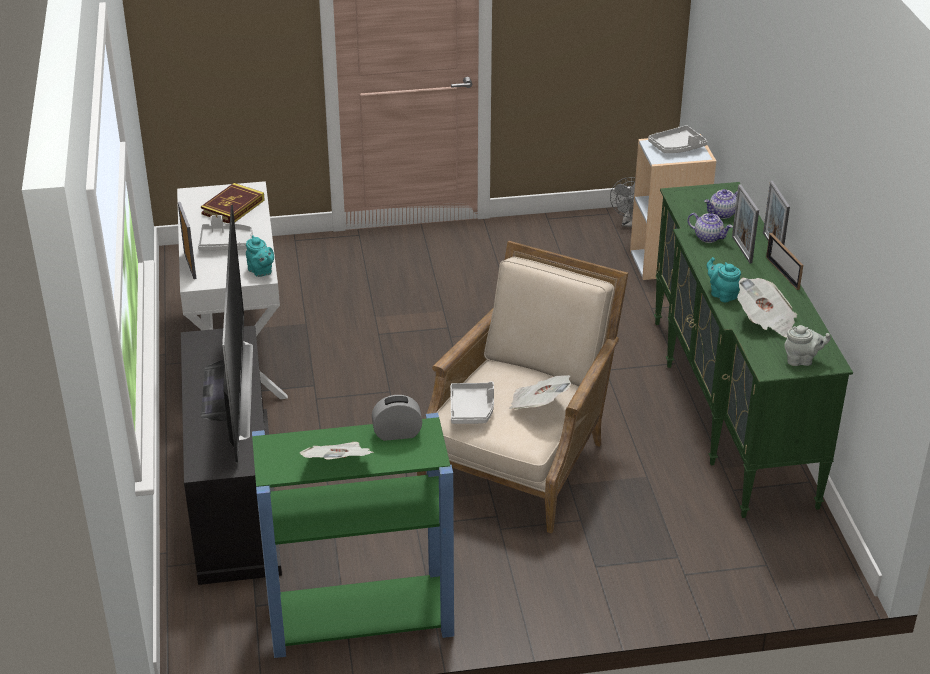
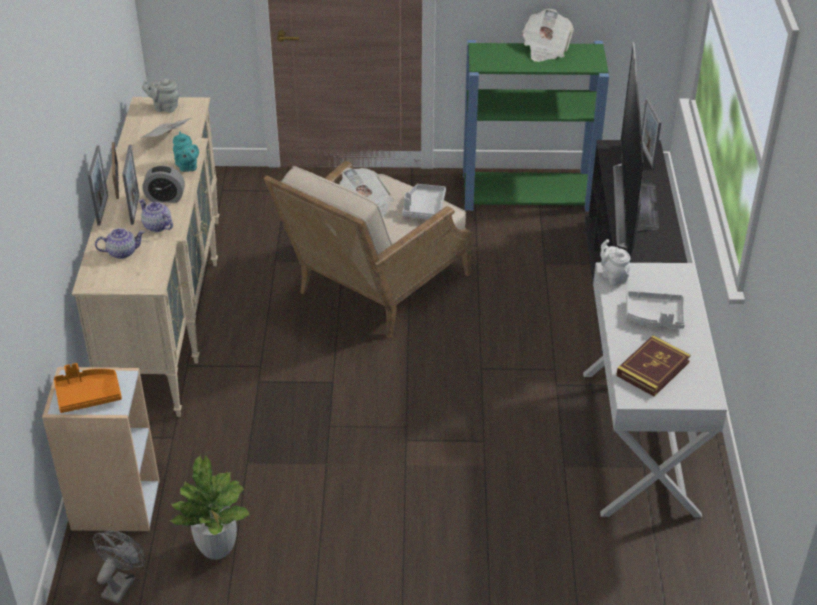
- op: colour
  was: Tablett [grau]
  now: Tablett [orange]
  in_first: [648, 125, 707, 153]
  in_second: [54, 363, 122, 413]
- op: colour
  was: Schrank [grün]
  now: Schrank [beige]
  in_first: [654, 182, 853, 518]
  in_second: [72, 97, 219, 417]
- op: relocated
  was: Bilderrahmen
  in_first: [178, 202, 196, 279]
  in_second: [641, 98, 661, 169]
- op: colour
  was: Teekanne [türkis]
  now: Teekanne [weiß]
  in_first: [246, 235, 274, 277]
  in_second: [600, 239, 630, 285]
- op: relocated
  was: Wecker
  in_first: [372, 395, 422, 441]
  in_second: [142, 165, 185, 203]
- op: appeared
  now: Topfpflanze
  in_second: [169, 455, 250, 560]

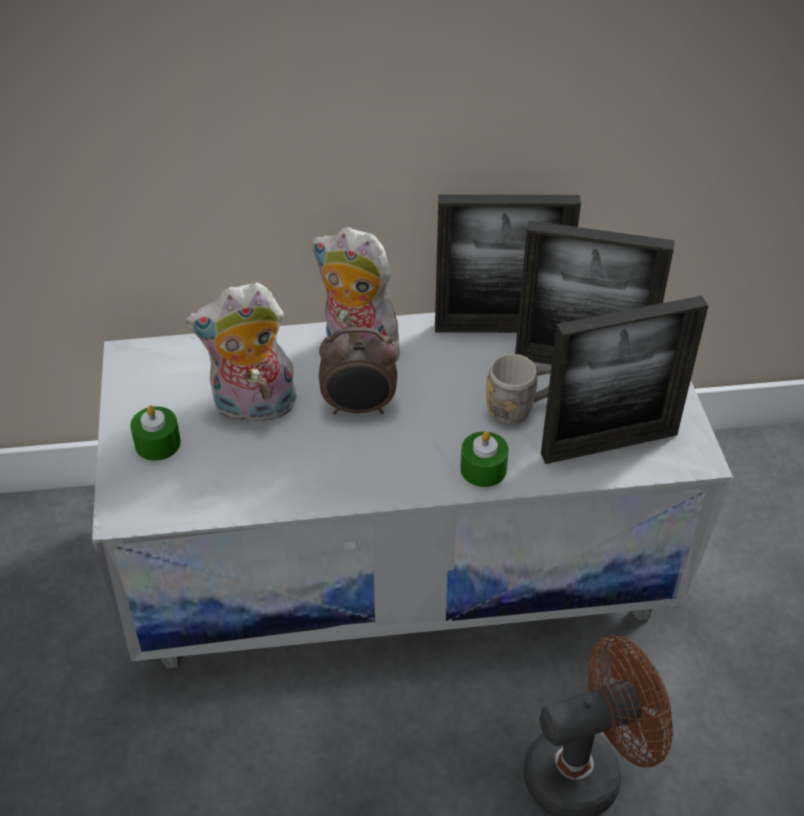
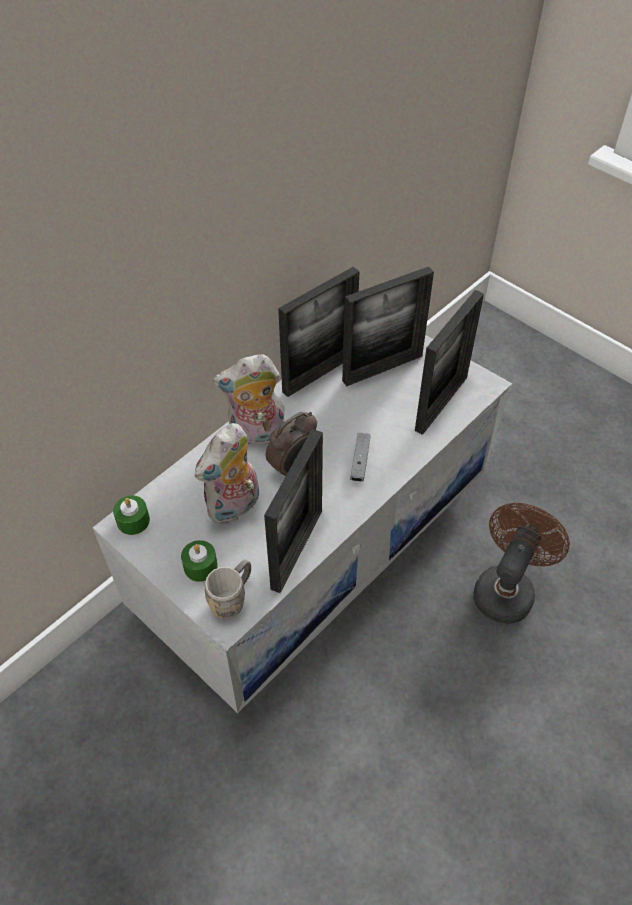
- op: relocated
  was: Henkelbecher [grau]
  in_first: [486, 354, 552, 425]
  in_second: [205, 559, 251, 619]
- op: relocated
  was: Kerze [grün]
  in_first: [460, 431, 509, 487]
  in_second: [113, 495, 150, 535]
- op: appeared
  now: Bilderrahmen
  in_second: [264, 429, 323, 593]
- op: appeared
  now: Gamepad [grau]
  in_second: [350, 433, 371, 482]

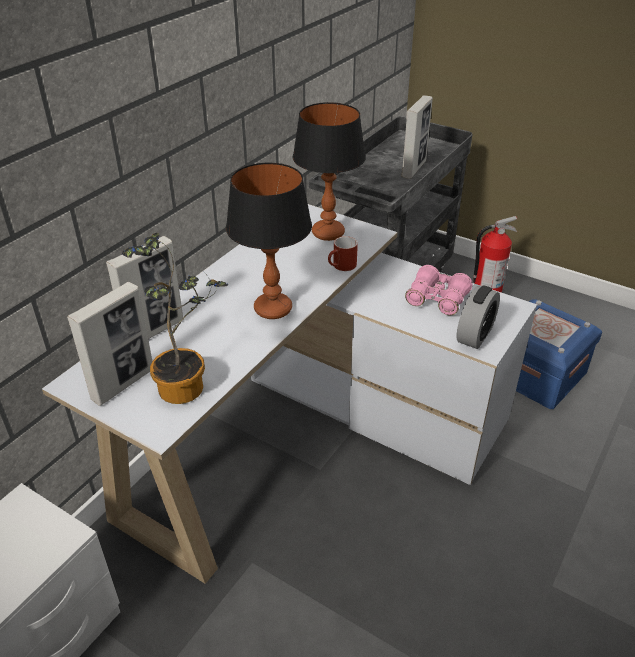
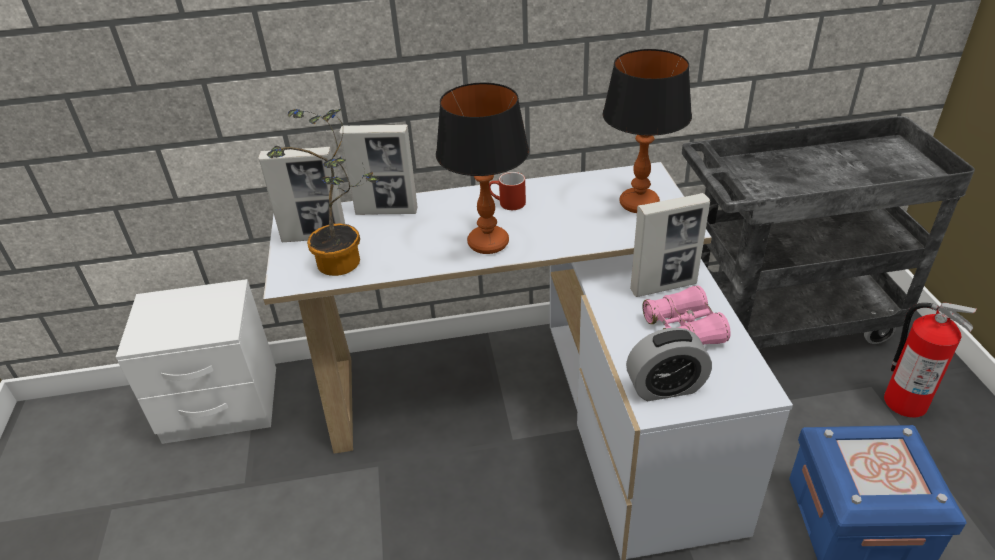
- op: relocated
  was: Bilderrahmen
  in_first: [401, 95, 433, 179]
  in_second: [630, 193, 710, 297]
- op: relocated
  was: Henkelbecher [rot]
  in_first: [328, 236, 358, 271]
  in_second: [489, 172, 526, 210]

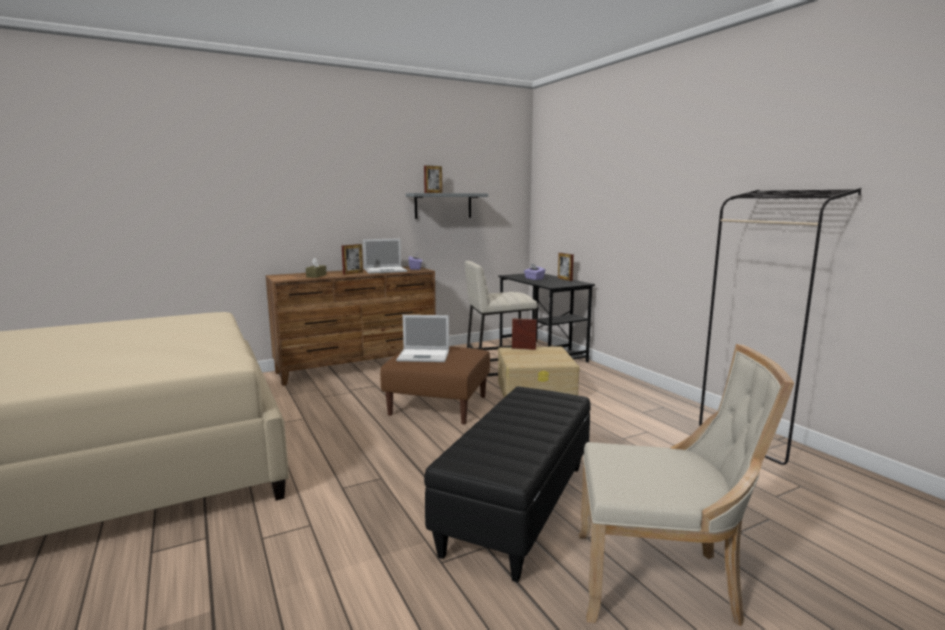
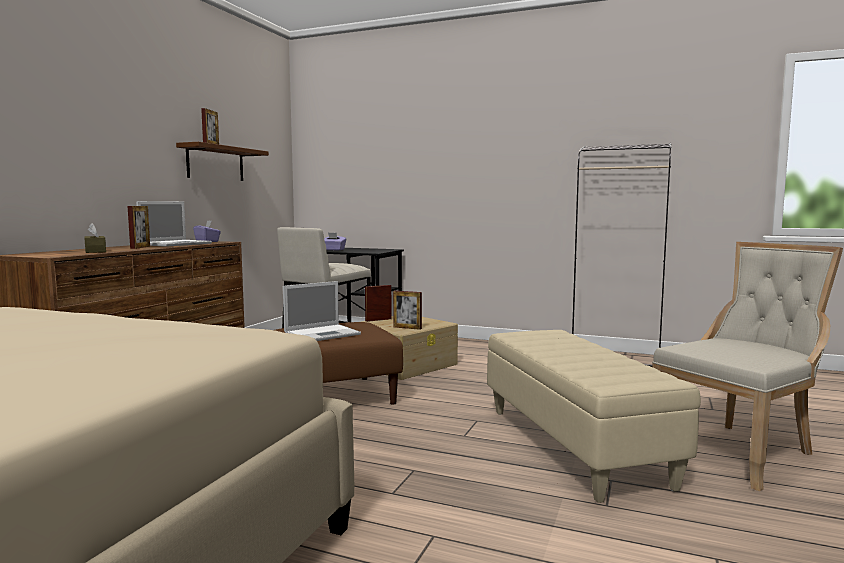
- op: colour
  was: Wandregal [grau]
  now: Wandregal [braun]
  in_first: [406, 193, 488, 219]
  in_second: [176, 142, 269, 181]
- op: relocated
  was: Bilderrahmen
  in_first: [558, 253, 574, 281]
  in_second: [393, 291, 422, 330]
- op: colour
  was: Polsterhocker [schwarz]
  now: Polsterhocker [beige]
  in_first: [424, 387, 591, 582]
  in_second: [487, 330, 701, 503]

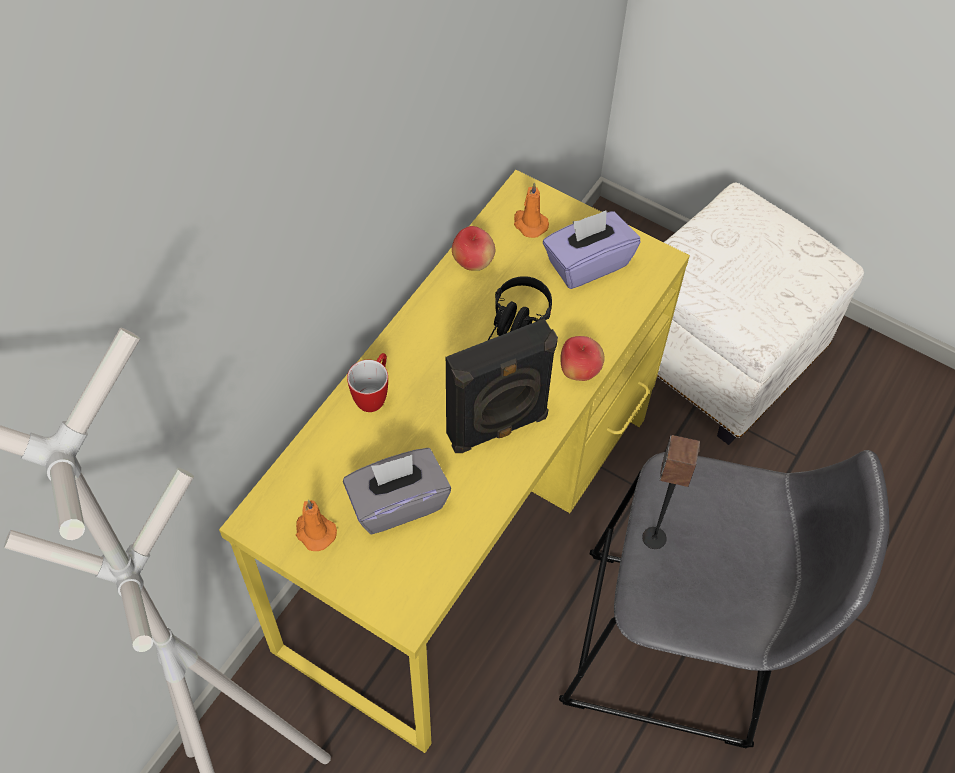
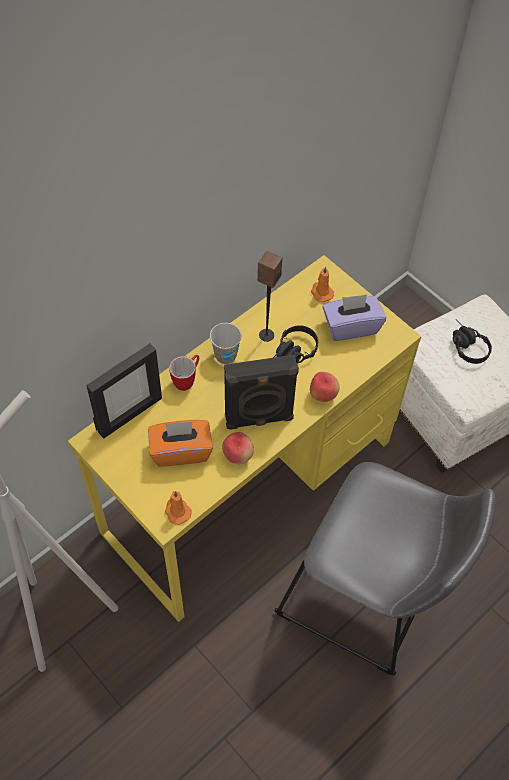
- op: relocated
  was: Apfel
  in_first: [452, 226, 495, 271]
  in_second: [222, 432, 254, 464]
- op: relocated
  was: Lautsprecher
  in_first: [642, 435, 700, 549]
  in_second: [257, 251, 282, 342]
- op: colour
  was: Taschentuchbox [grau]
  now: Taschentuchbox [orange]
  in_first: [343, 448, 451, 534]
  in_second: [148, 420, 213, 466]
- op: relocated
  was: Kerze [orange]
  in_first: [296, 500, 337, 551]
  in_second: [165, 491, 192, 525]
- op: appeared
  now: Kopfhörer [schwarz]
  in_second: [453, 319, 492, 364]
- op: appeared
  now: Tasse
  in_second: [210, 323, 242, 364]
- op: appeared
  now: Bilderrahmen
  in_second: [86, 343, 162, 439]

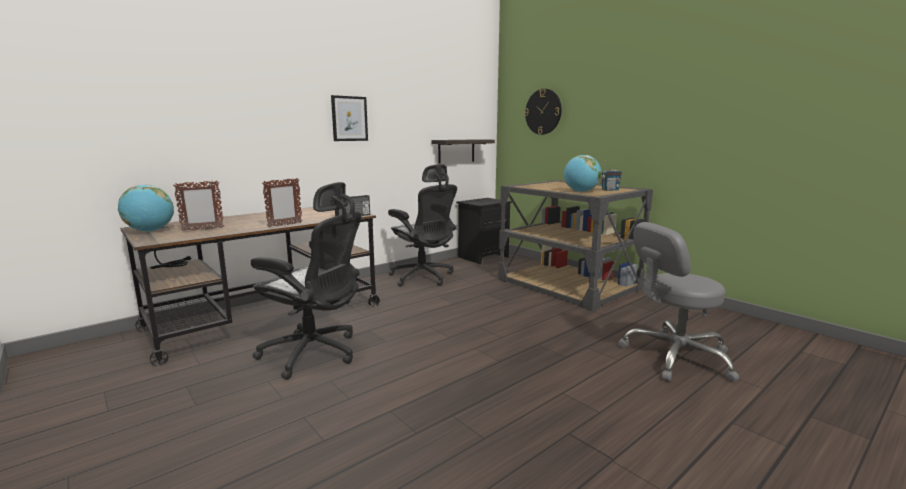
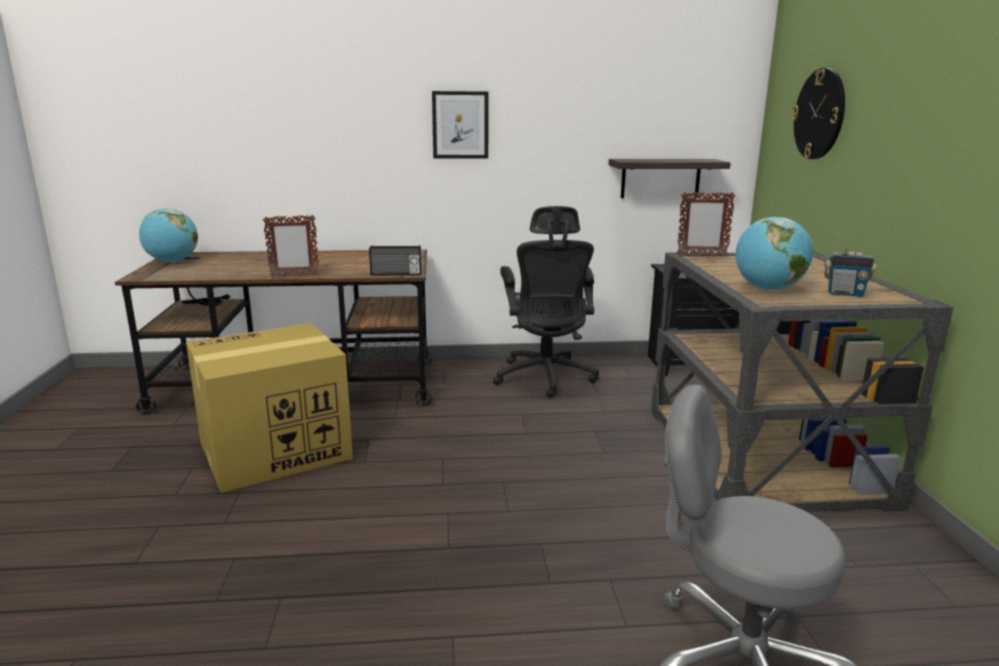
- op: relocated
  was: Bilderrahmen
  in_first: [173, 181, 224, 232]
  in_second: [677, 192, 736, 256]
- op: exchanged
  was: Bürostuhl
  now: Karton
  in_first: [251, 182, 362, 380]
  in_second: [186, 323, 353, 493]

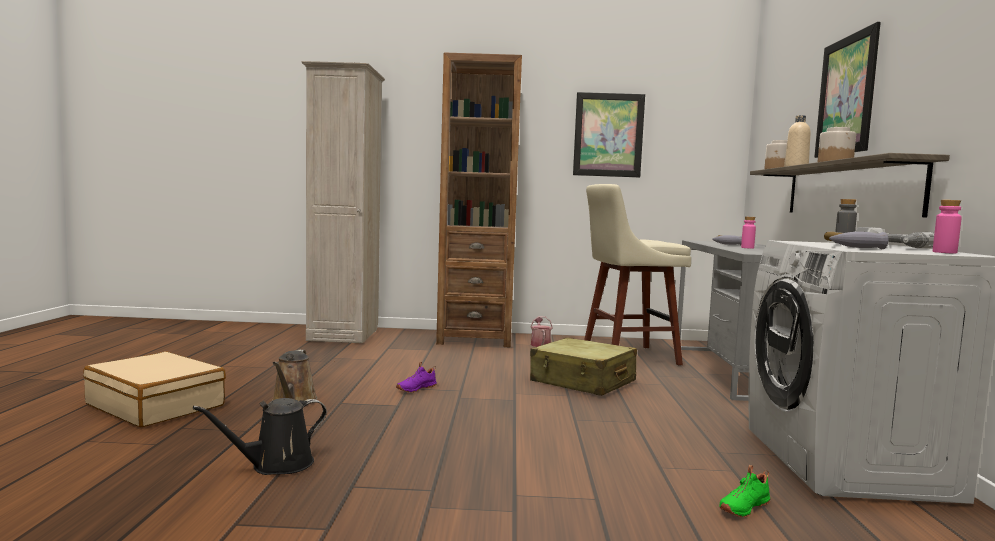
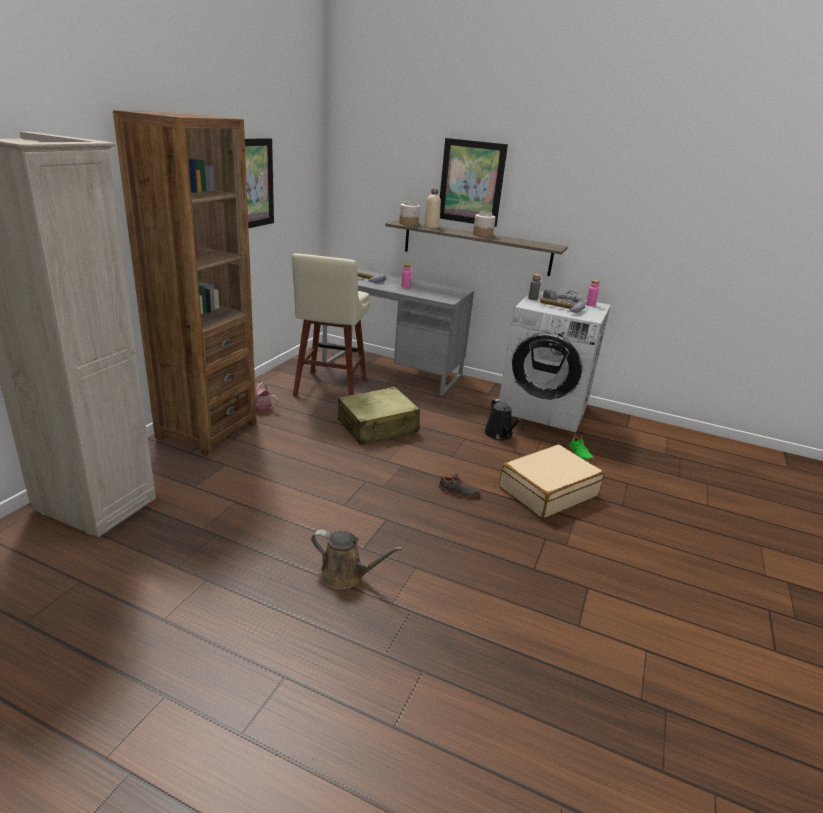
- op: relocated
  was: Koffer [beige]
  in_first: [83, 351, 226, 427]
  in_second: [499, 444, 604, 519]
- op: missing
  was: Schuh [lila]
  in_first: [396, 362, 437, 393]
- op: relocated
  was: Gießkanne [schwarz]
  in_first: [193, 398, 327, 475]
  in_second: [484, 399, 521, 440]
- op: appeared
  now: Schuh [schwarz]
  in_second: [438, 472, 480, 498]

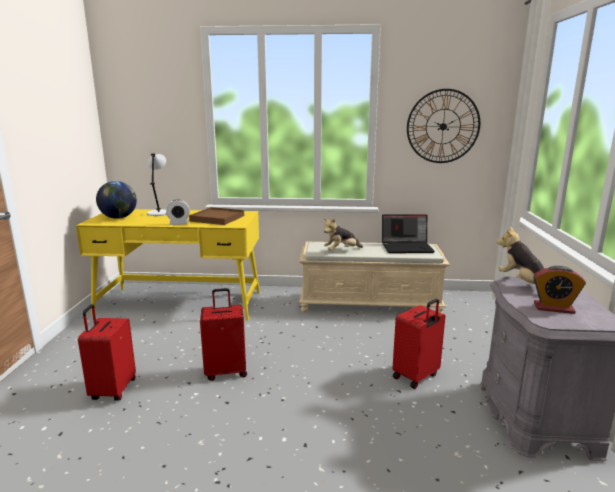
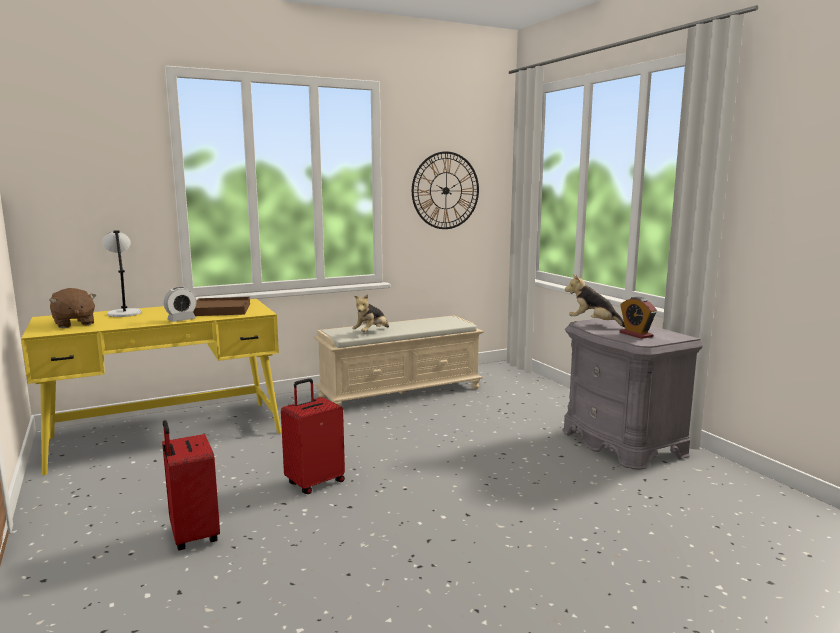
- op: exchanged
  was: Globus
  now: Plüschtier [braun]
  in_first: [96, 181, 137, 219]
  in_second: [50, 288, 96, 328]
- op: missing
  was: Laptop
  in_first: [382, 214, 435, 253]
- op: spun
  was: Wecker
  in_first: [533, 266, 586, 314]
  in_second: [619, 297, 657, 339]
  clockwise: 75
- op: missing
  was: Koffer [rot]
  in_first: [392, 299, 445, 389]

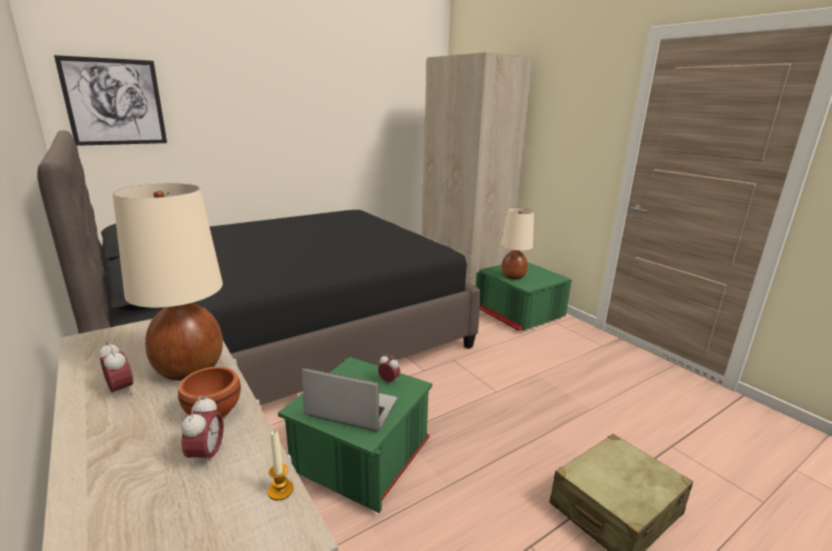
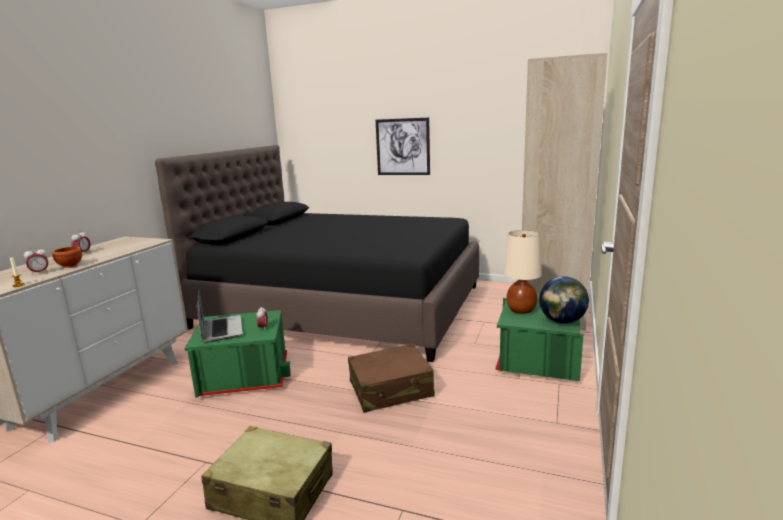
- op: relocated
  was: Bild
  in_first: [54, 55, 167, 146]
  in_second: [376, 118, 430, 175]
- op: missing
  was: Tischlampe [beige]
  in_first: [113, 183, 223, 381]
- op: appeared
  now: Globus
  in_second: [539, 276, 589, 324]
- op: appeared
  now: Koffer [braun]
  in_second: [348, 344, 435, 413]

